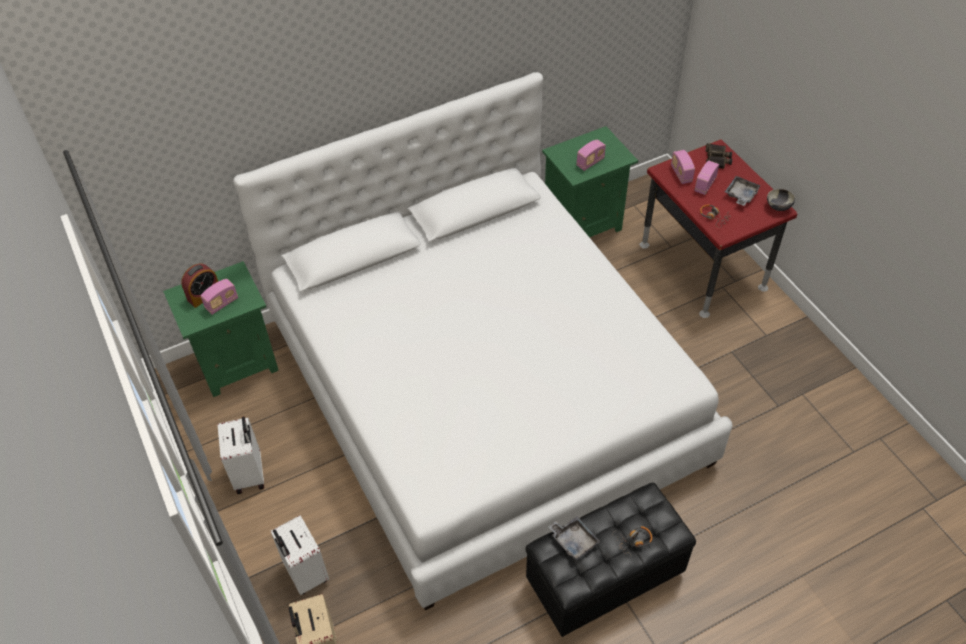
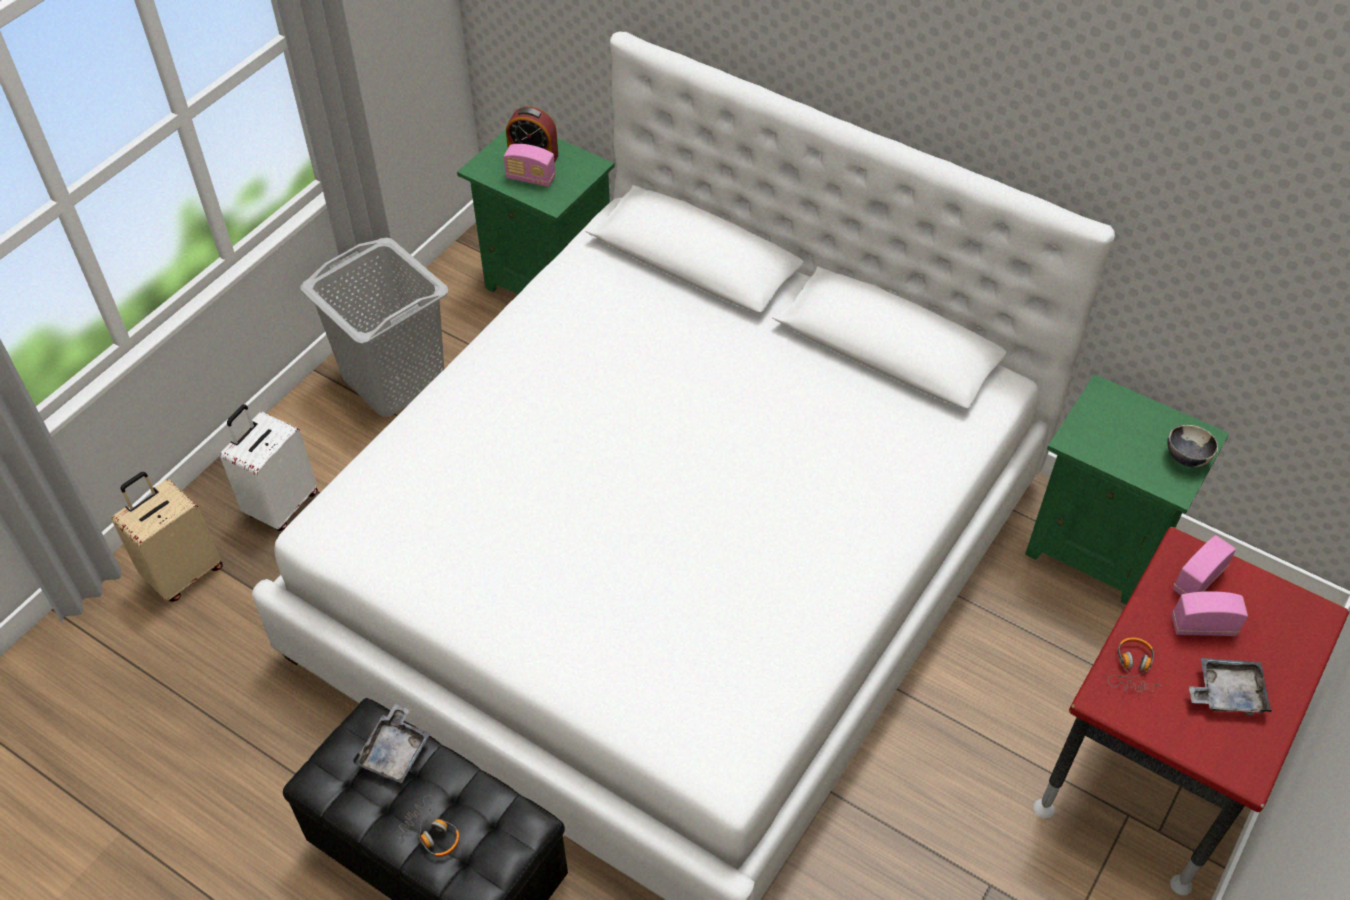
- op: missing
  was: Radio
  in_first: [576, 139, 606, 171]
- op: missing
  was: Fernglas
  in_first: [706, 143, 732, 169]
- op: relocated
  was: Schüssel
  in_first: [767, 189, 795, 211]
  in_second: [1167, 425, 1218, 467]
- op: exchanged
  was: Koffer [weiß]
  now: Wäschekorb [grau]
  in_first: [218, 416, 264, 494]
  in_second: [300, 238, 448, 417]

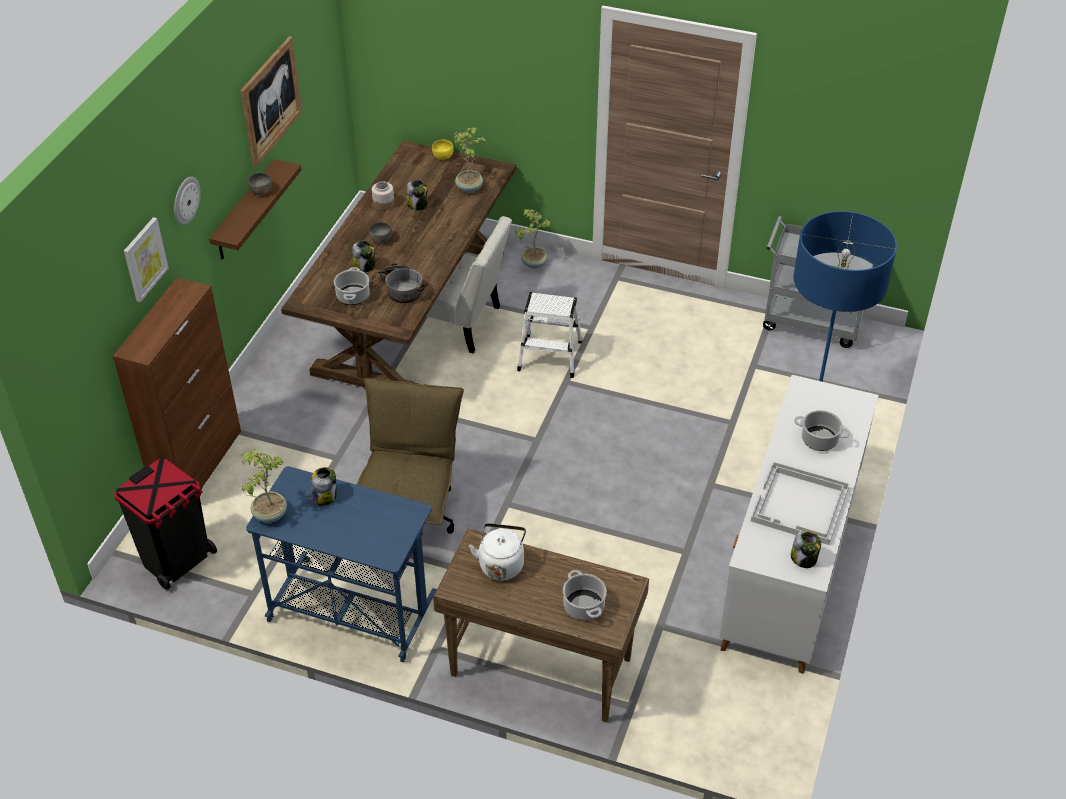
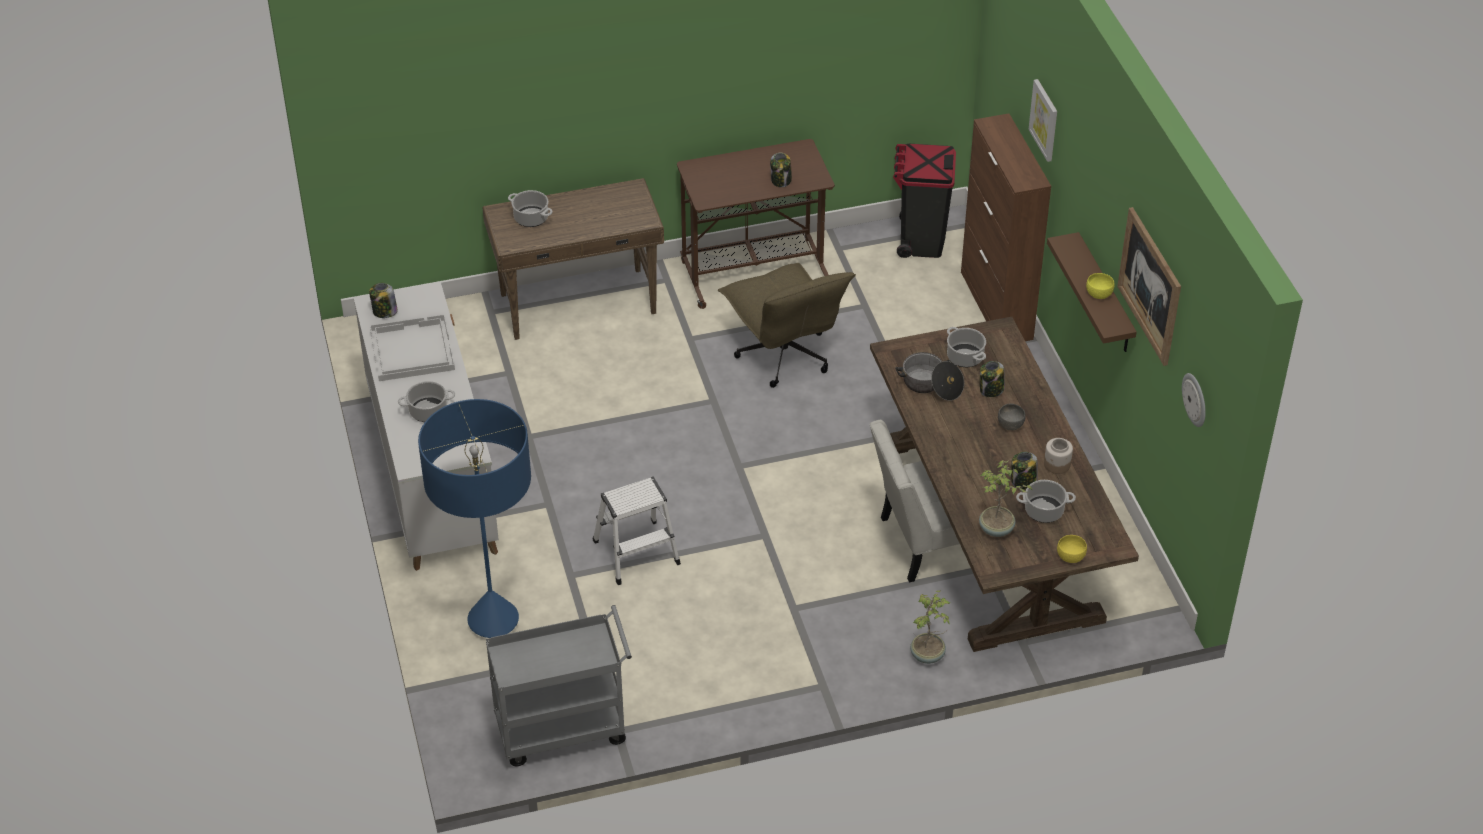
- op: colour
  was: Schüssel [grau]
  now: Schüssel [gelb]
  in_first: [248, 172, 273, 195]
  in_second: [1086, 273, 1114, 299]
- op: relocated
  was: Wanduhr
  in_first: [174, 177, 200, 225]
  in_second: [1182, 373, 1206, 427]
- op: relocated
  was: Trittleiter [weiß]
  in_first: [517, 292, 583, 378]
  in_second: [593, 476, 681, 585]
- op: missing
  was: Topfpflanze
  in_first: [240, 449, 287, 523]
- op: colour
  was: Schreibtisch [blau]
  now: Schreibtisch [braun]
  in_first: [246, 466, 437, 662]
  in_second: [677, 139, 835, 309]
- op: missing
  was: Wasserkessel [weiß]
  in_first: [469, 523, 526, 581]
- op: appeared
  now: Kochtopf
  in_second: [1016, 480, 1076, 523]

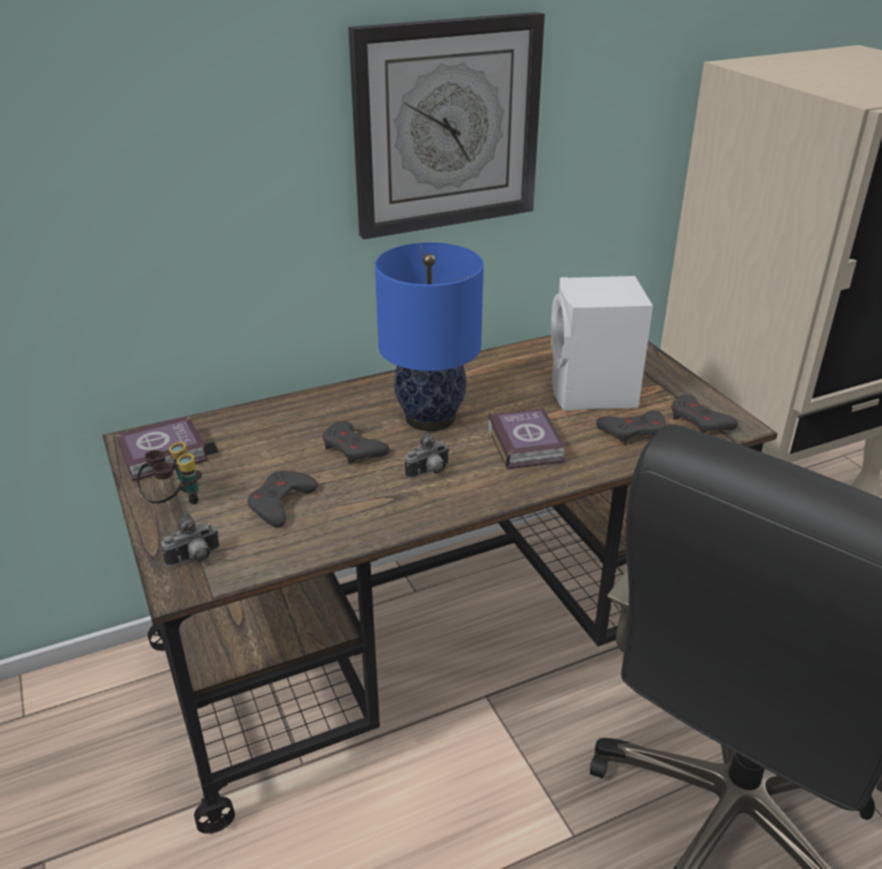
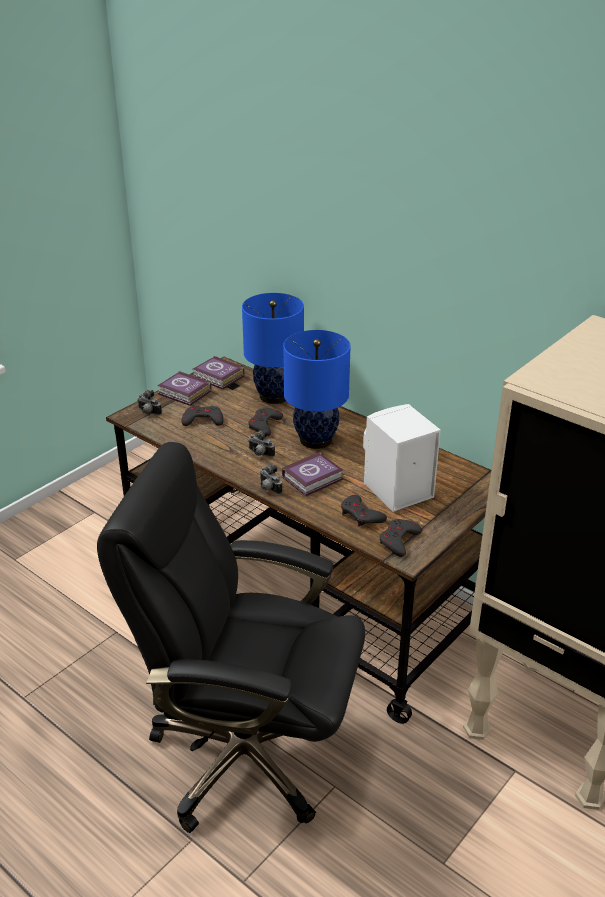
- op: missing
  was: Wanduhr
  in_first: [348, 12, 545, 240]
- op: exchanged
  was: Fernglas
  now: Buch
  in_first: [137, 442, 202, 505]
  in_second: [157, 371, 211, 406]
- op: appeared
  now: Tischlampe [blau]
  in_second: [242, 293, 304, 404]
- op: appeared
  now: Kamera
  in_second: [260, 464, 282, 495]

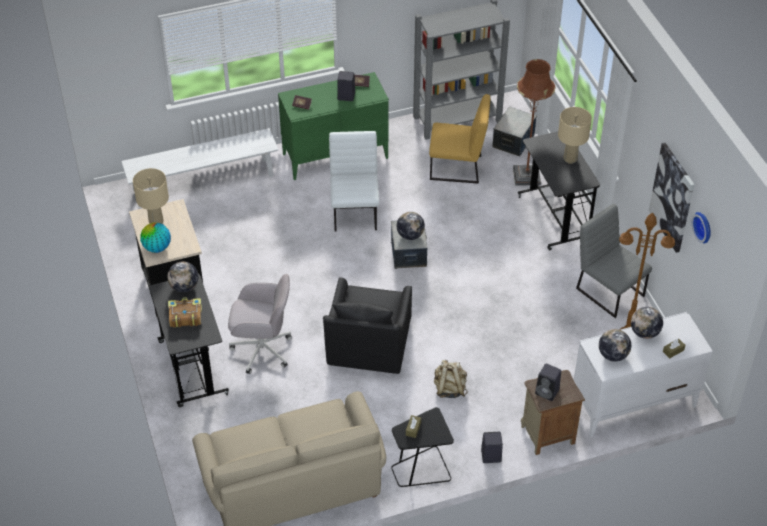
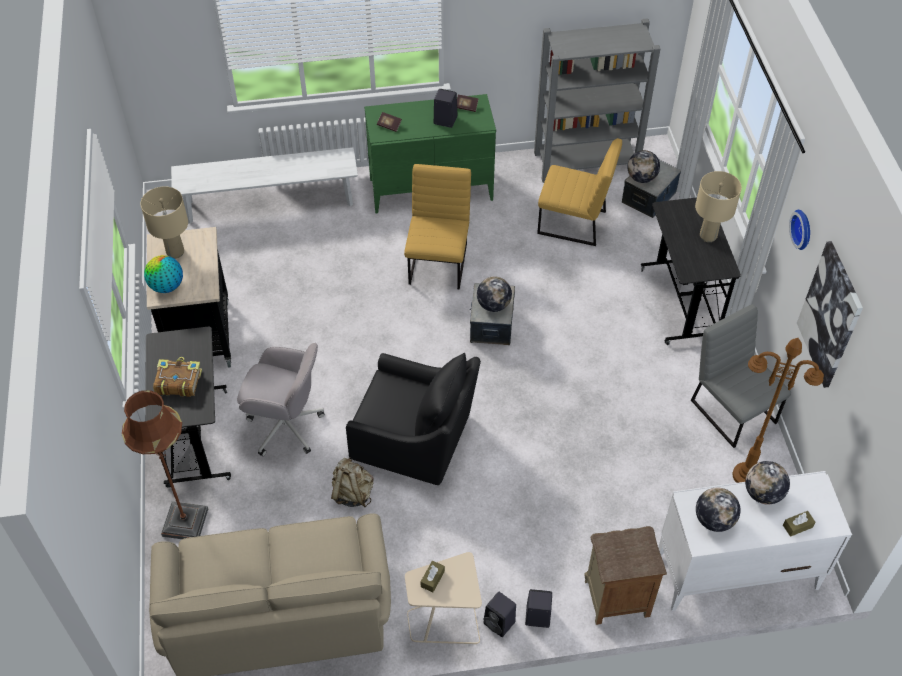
- op: relocated
  was: Stehlampe [braun]
  in_first: [513, 59, 555, 186]
  in_second: [122, 390, 208, 539]
- op: colour
  was: Stuhl [weiß]
  now: Stuhl [gelb]
  in_first: [329, 131, 379, 232]
  in_second: [404, 164, 471, 289]
- op: relocated
  was: Wanduhr
  in_first: [692, 212, 711, 244]
  in_second: [789, 210, 810, 250]
- op: relocated
  was: Globus
  in_first: [167, 261, 198, 292]
  in_second: [627, 150, 660, 183]
- op: spun
  was: Sessel [schwarz]
  in_first: [323, 277, 412, 374]
  in_second: [346, 353, 481, 485]
  clockwise: -90
- op: relocated
  was: Rucksack [beige]
  in_first: [434, 360, 468, 398]
  in_second: [331, 457, 374, 507]
- op: relocated
  was: Lautsprecher [schwarz]
  in_first: [535, 363, 561, 401]
  in_second: [483, 592, 516, 637]
- op: colour
  was: Beistelltisch [schwarz]
  now: Beistelltisch [beige]
  in_first: [392, 407, 454, 487]
  in_second: [405, 552, 482, 644]

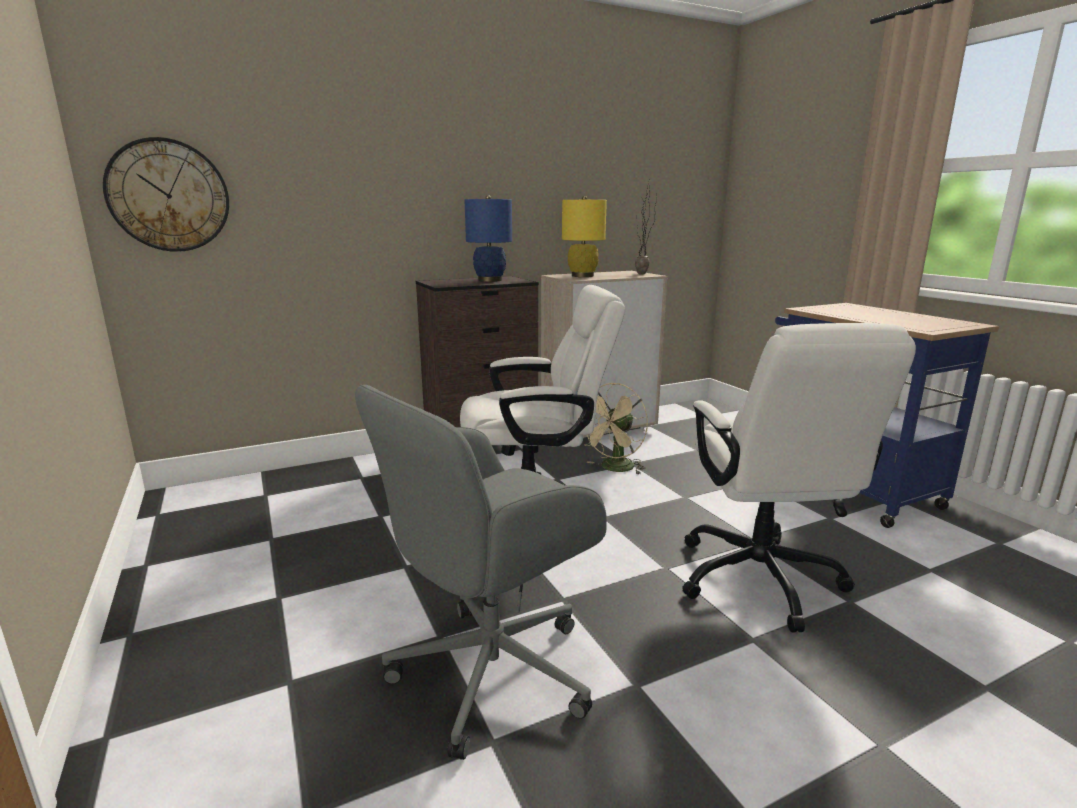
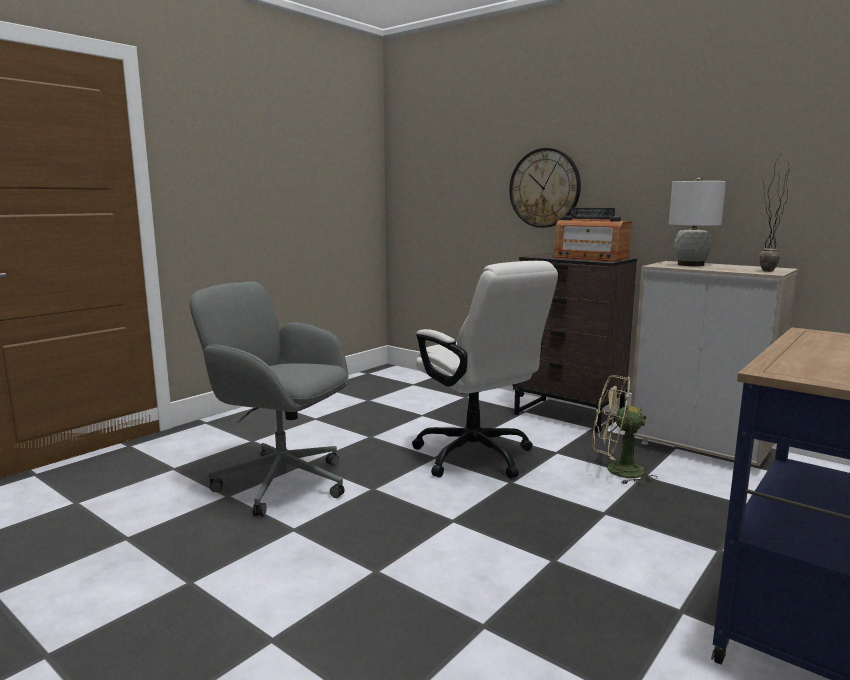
- op: relocated
  was: Wanduhr
  in_first: [103, 137, 229, 252]
  in_second: [509, 148, 581, 228]
- op: exchanged
  was: Tischlampe [blau]
  now: Radio
  in_first: [464, 195, 512, 282]
  in_second: [554, 208, 632, 261]
- op: colour
  was: Tischlampe [gelb]
  now: Tischlampe [weiß]
  in_first: [562, 196, 607, 277]
  in_second: [669, 177, 726, 266]
- op: missing
  was: Bürostuhl [weiß]
  in_first: [682, 323, 916, 632]

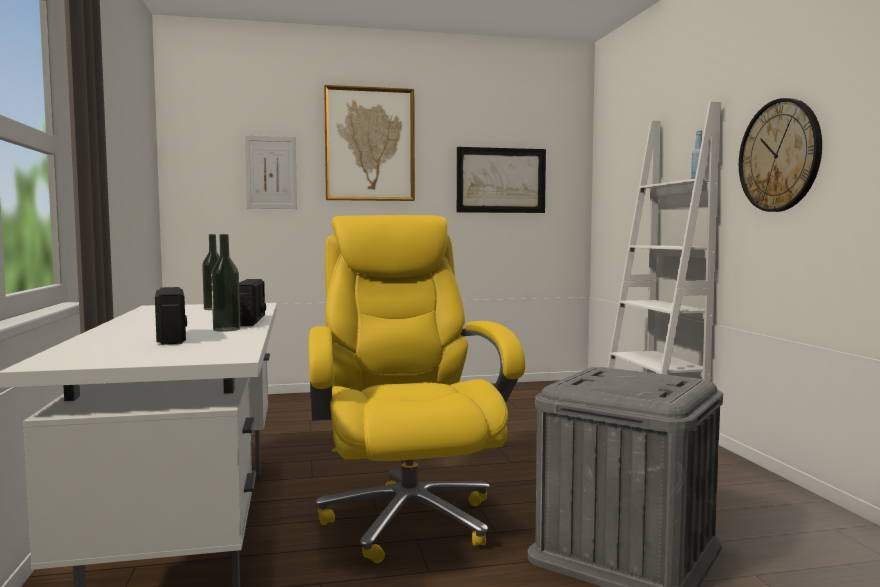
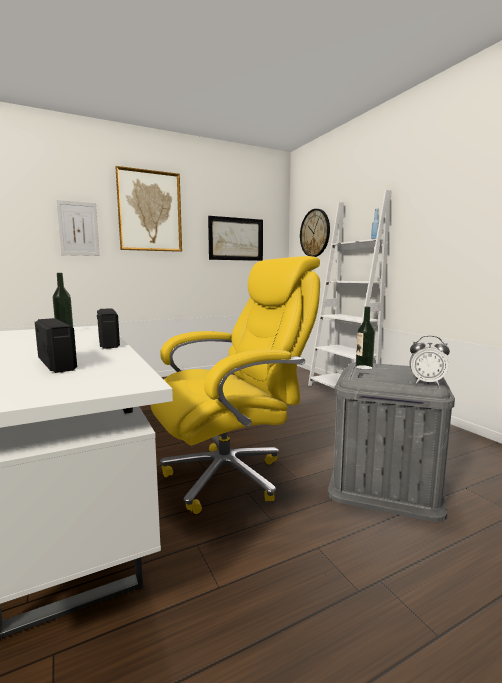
- op: relocated
  was: Wanduhr
  in_first: [739, 98, 822, 212]
  in_second: [300, 209, 330, 257]
- op: spun
  was: Bürostuhl [gelb]
  in_first: [309, 215, 525, 563]
  in_second: [151, 256, 320, 514]
  clockwise: 90
- op: relocated
  was: Flasche
  in_first: [211, 234, 240, 332]
  in_second: [356, 307, 375, 370]
- op: appeared
  now: Wecker
  in_second: [409, 336, 450, 385]

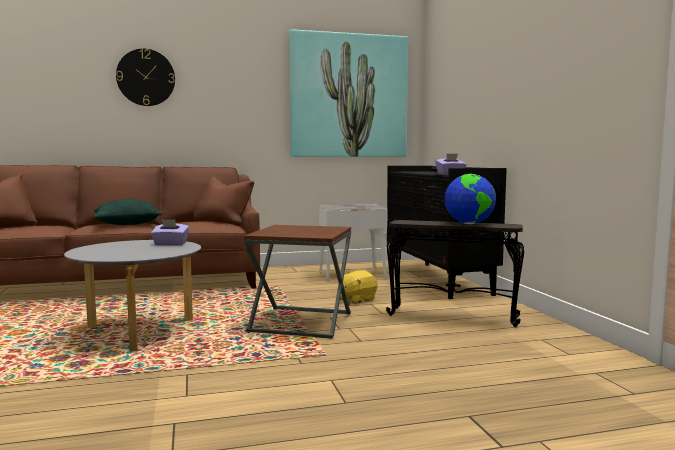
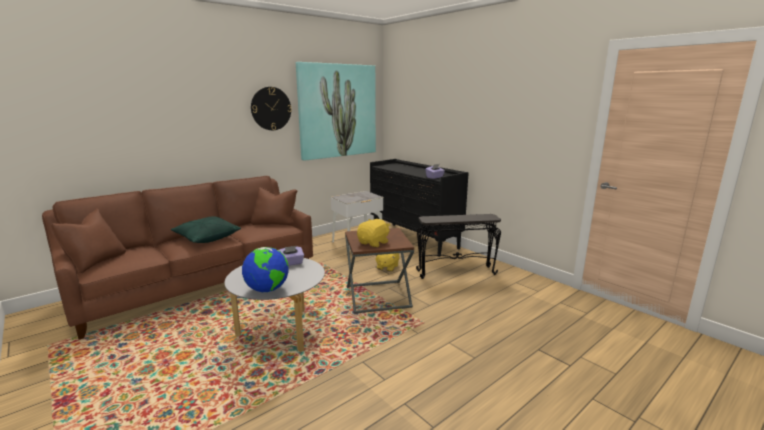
- op: relocated
  was: Wanduhr
  in_first: [116, 49, 175, 106]
  in_second: [251, 87, 292, 130]
- op: relocated
  was: Globus
  in_first: [445, 174, 496, 224]
  in_second: [242, 247, 289, 293]
- op: appeared
  now: Plüschtier [gelb]
  in_second: [357, 219, 390, 247]

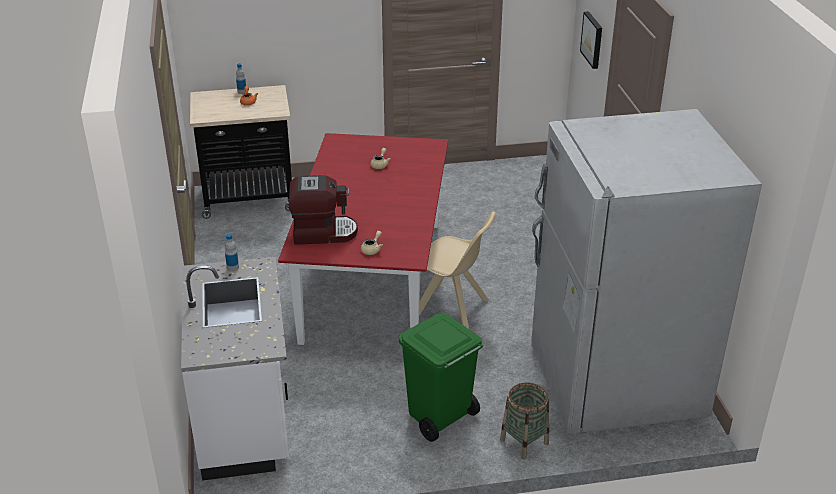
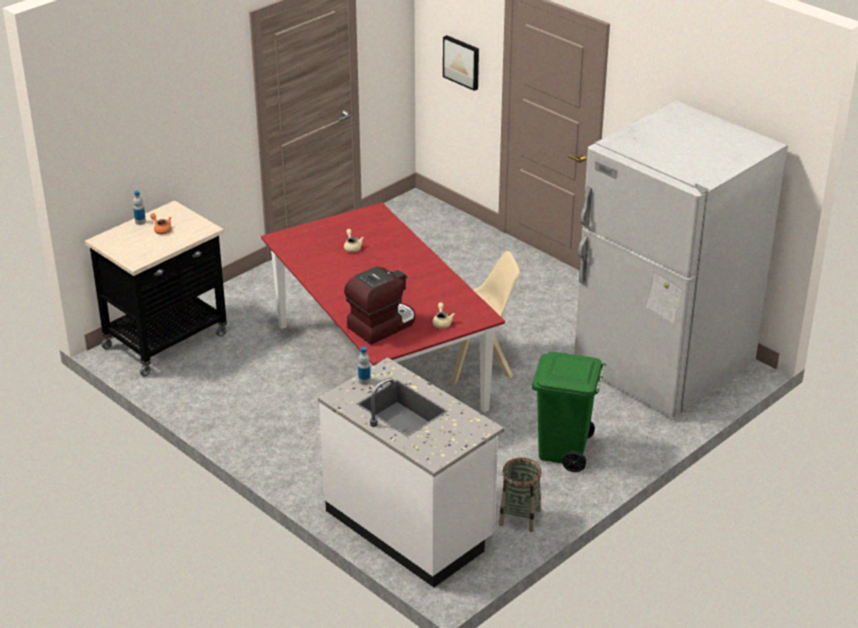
- op: relocated
  was: Korb
  in_first: [500, 383, 549, 459]
  in_second: [499, 458, 542, 532]

